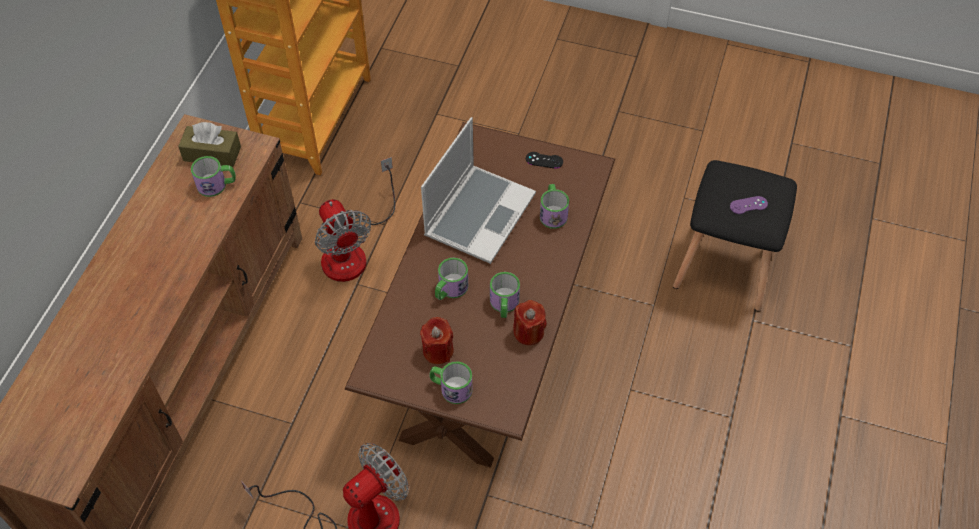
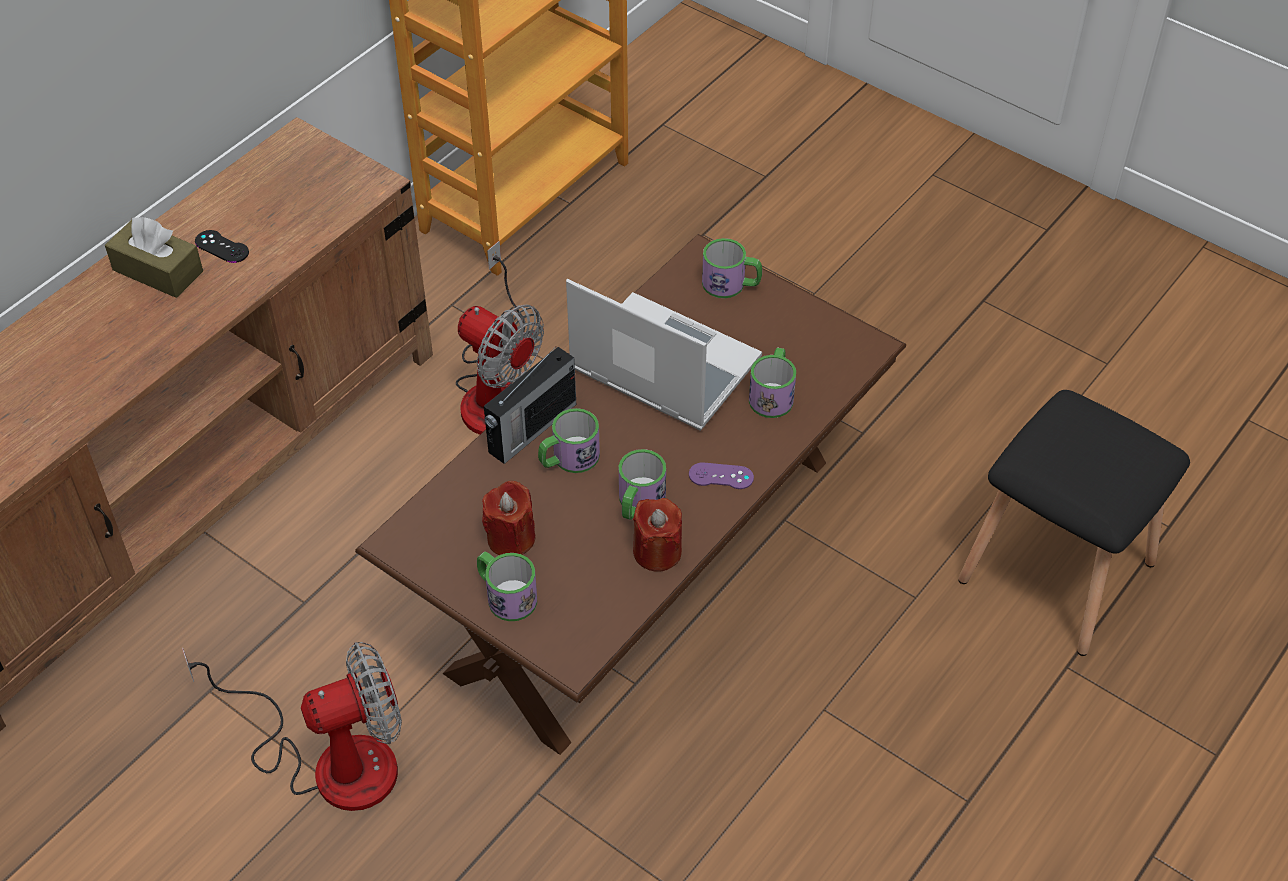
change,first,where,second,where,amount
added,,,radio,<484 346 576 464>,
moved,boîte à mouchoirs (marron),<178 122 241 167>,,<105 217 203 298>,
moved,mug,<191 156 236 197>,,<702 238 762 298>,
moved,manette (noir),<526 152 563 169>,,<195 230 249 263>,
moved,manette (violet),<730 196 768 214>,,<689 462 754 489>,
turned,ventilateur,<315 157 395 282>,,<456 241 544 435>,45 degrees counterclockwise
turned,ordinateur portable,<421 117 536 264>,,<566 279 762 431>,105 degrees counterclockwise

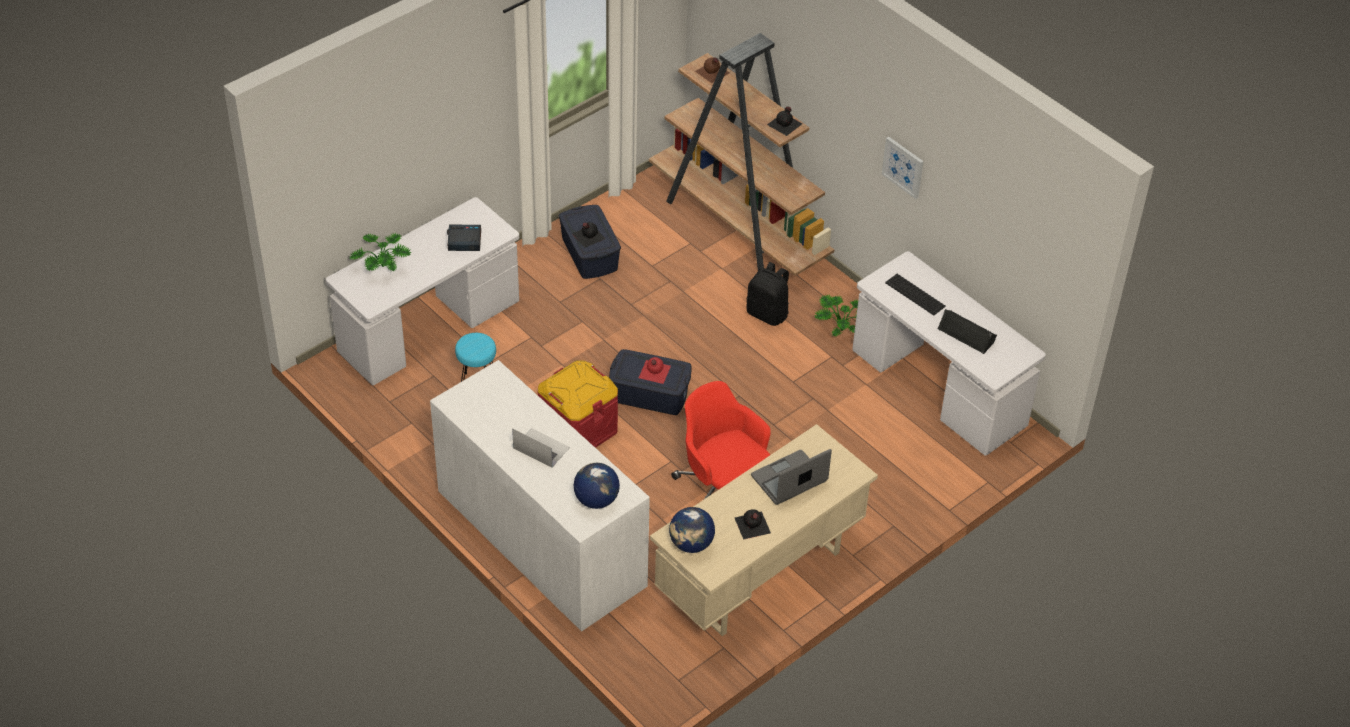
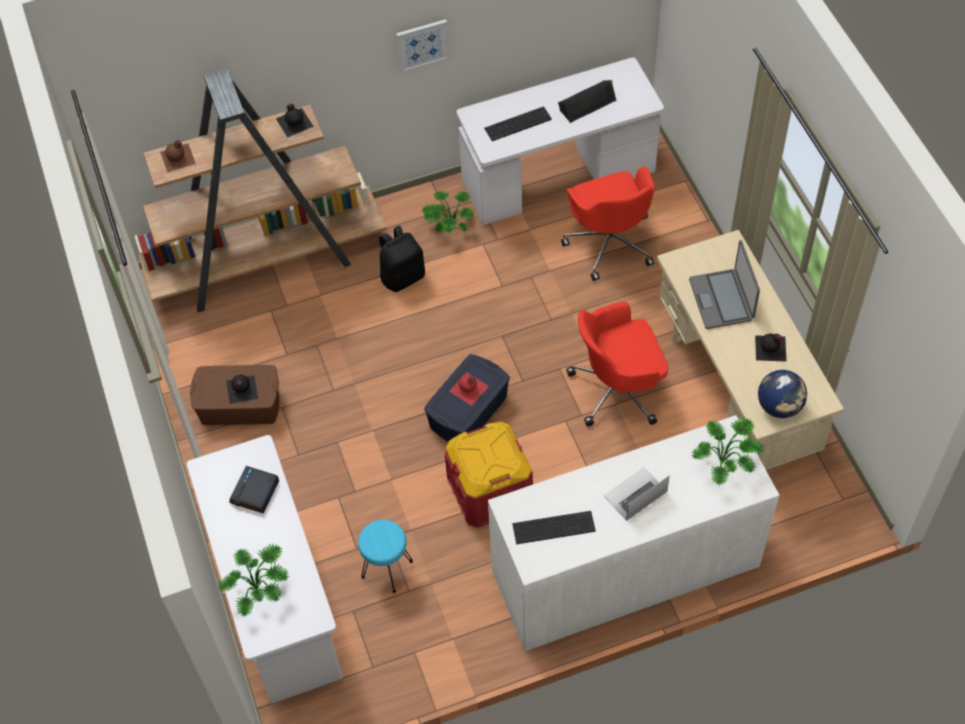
change,first,where,second,where,amount
added,,,clavier,<512 511 596 544>,
added,,,chaise de bureau (rouge),<561 166 655 281>,
replaced,globe,<574 463 620 509>,plante en pot,<692 417 764 486>,
recoloured,boîte de rangement (bleu),<559 205 621 279>,boîte de rangement (marron),<190 365 279 425>,

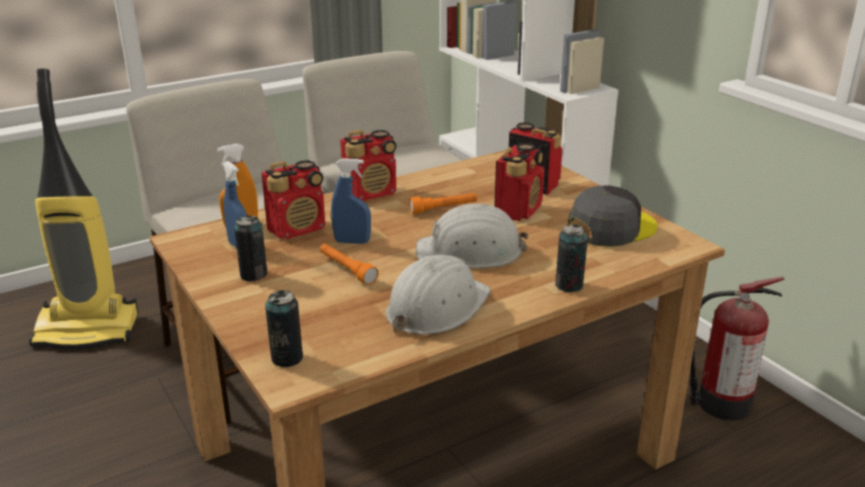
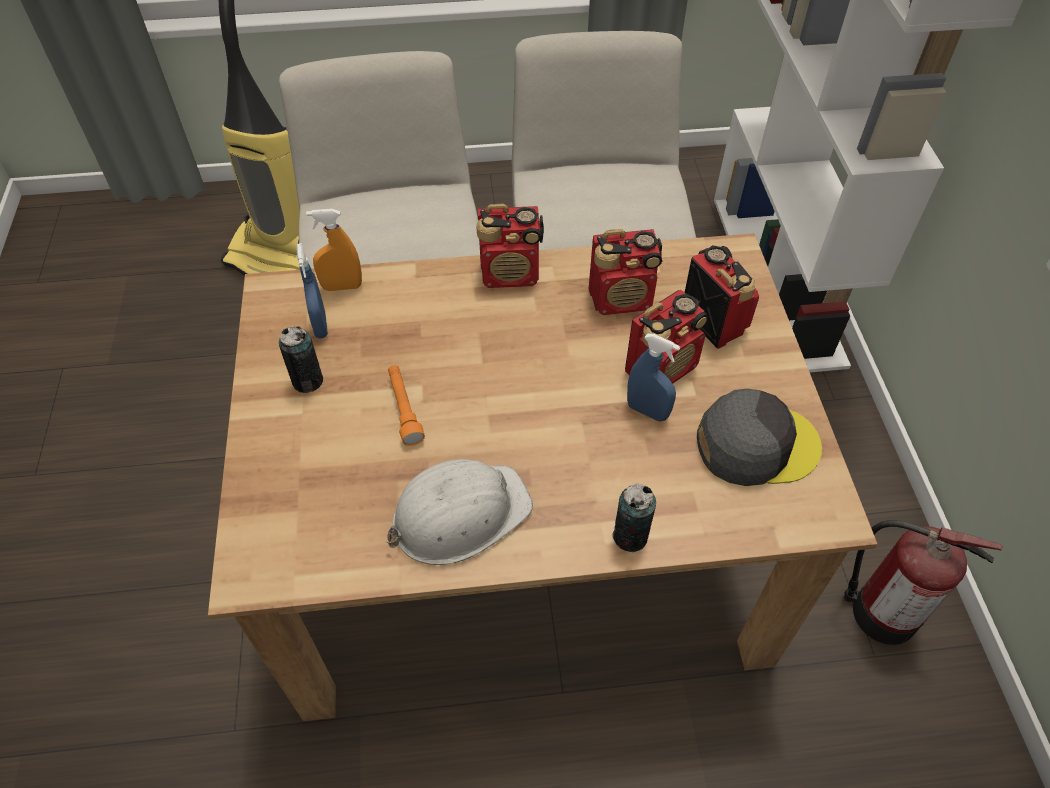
change,first,where,second,where,amount
removed,boîte métallique,<265 290 303 367>,,,
removed,lampe de poche (orange),<409 193 477 214>,,,
removed,casque de chantier (blanc),<416 203 529 268>,,,
moved,radio,<262 160 325 239>,,<589 229 662 315>,
moved,vaporisateur (bleu),<331 158 371 244>,,<627 334 680 422>,

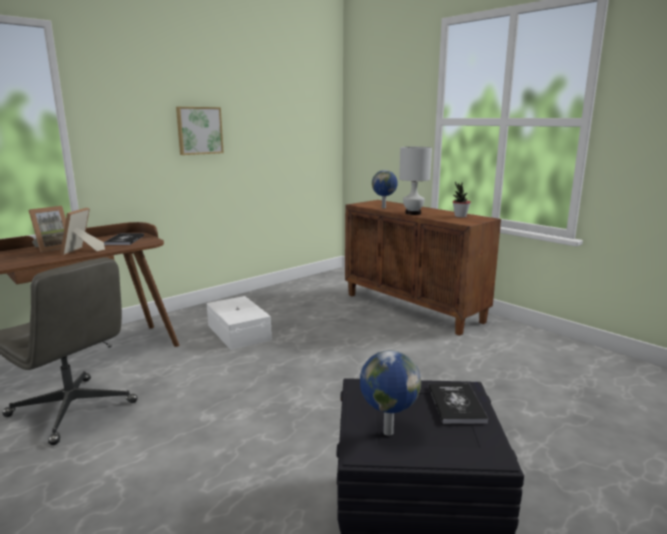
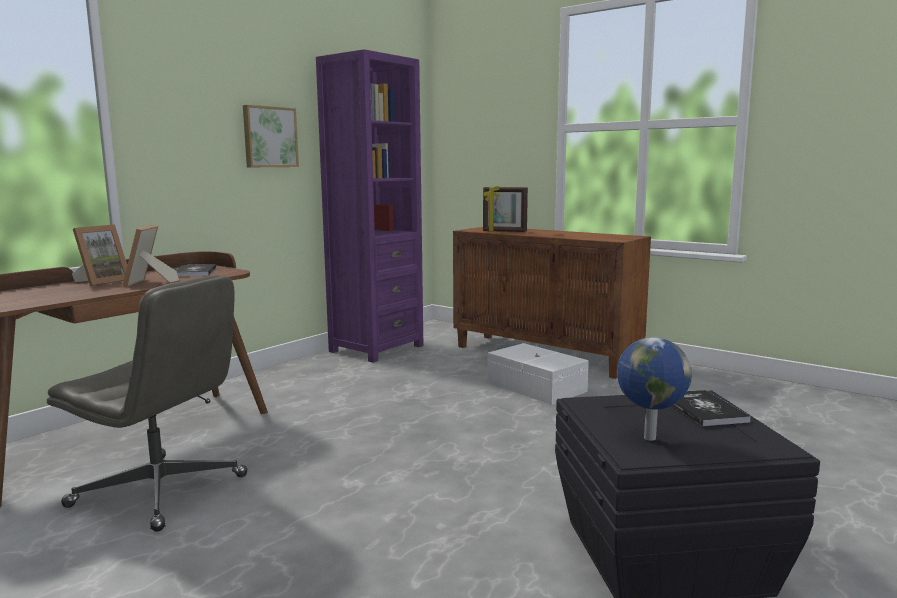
change,first,where,second,where,amount
removed,lampe de table (blanc),<399 147 432 215>,,,
removed,plante en pot,<453 182 471 218>,,,
added,,,bibliothèque (violet),<316 49 423 363>,
moved,boîte de rangement (blanc),<207 296 272 350>,,<488 343 589 405>,
replaced,globe,<372 170 398 208>,cadre photo,<483 185 528 232>,

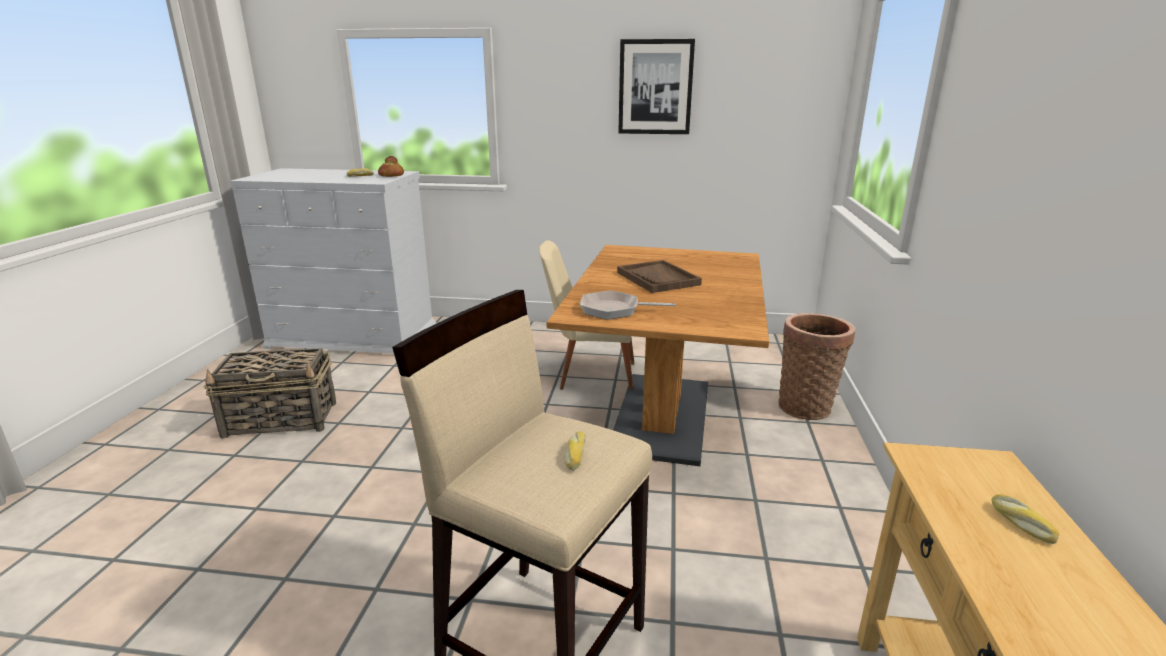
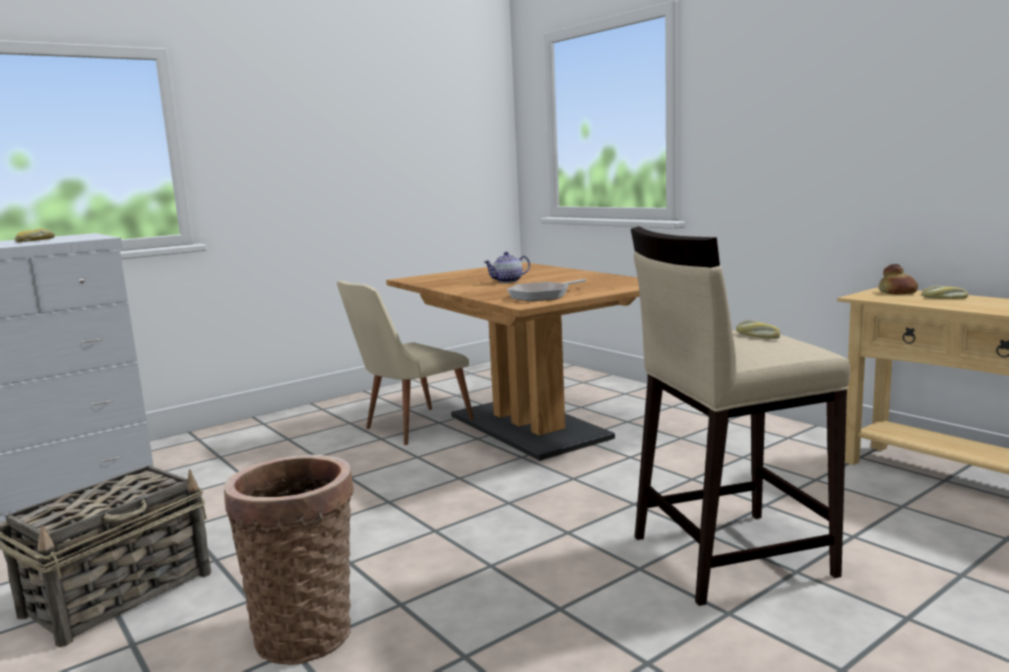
change,first,where,second,where,amount
removed,tableau,<618 39 695 134>,,,
moved,pain,<378 156 404 177>,,<879 264 918 294>,
moved,panier,<778 313 856 420>,,<224 455 354 665>,
replaced,plateau (marron),<617 260 702 293>,théière,<484 252 530 283>,

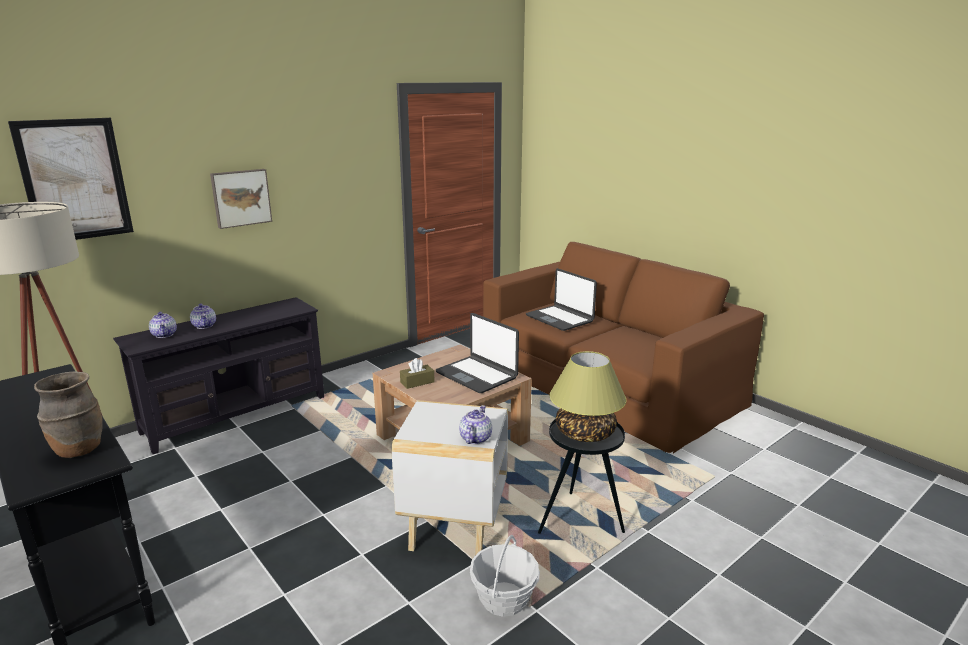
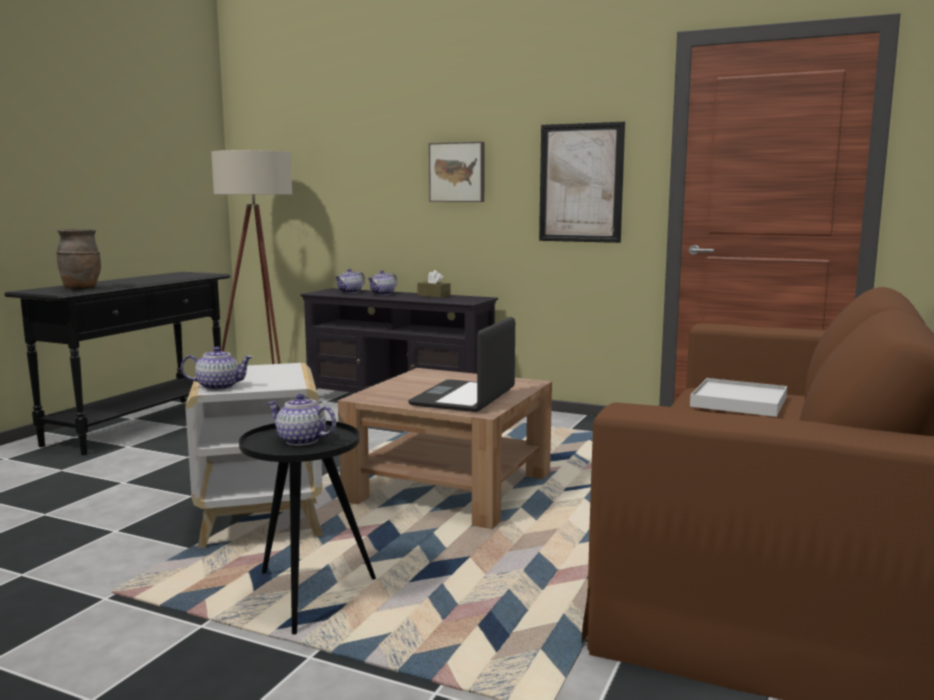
change,first,where,second,where,amount
removed,panier,<470 535 540 617>,,,
moved,tableau,<8 118 134 240>,,<539 122 625 243>,
moved,boîte à mouchoirs (marron),<400 358 435 389>,,<417 270 451 298>,
replaced,ordinateur portable,<526 268 597 331>,plateau (blanc),<690 378 787 417>,
replaced,lampe de table,<549 351 627 442>,théière,<268 394 336 446>,

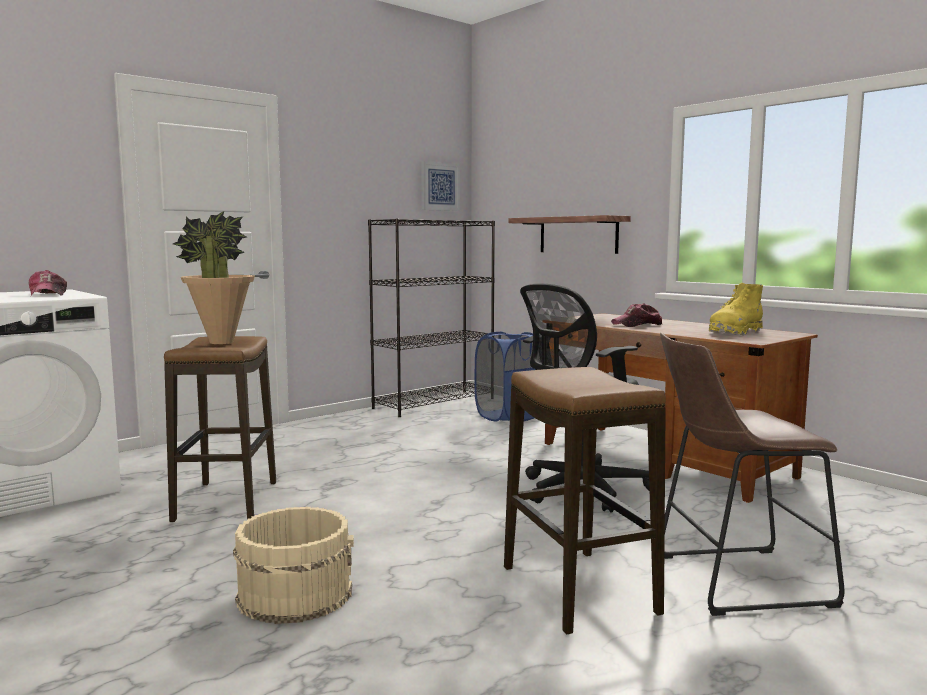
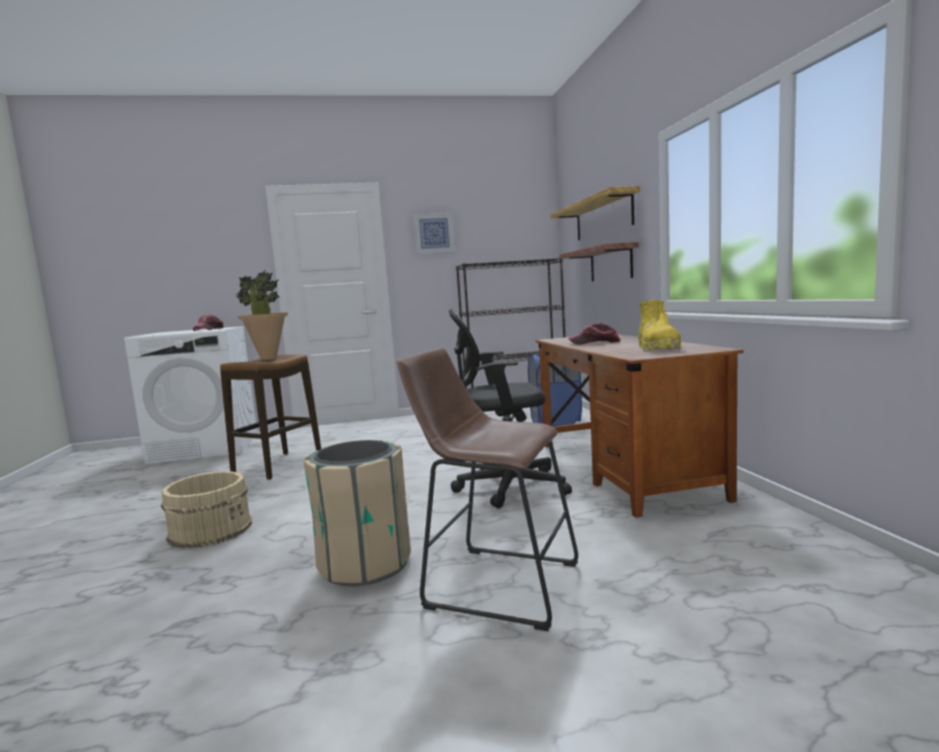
change,first,where,second,where,amount
added,,,étagère,<550 186 640 240>,
moved,tableau,<421 161 460 211>,,<413 212 455 254>,
replaced,tabouret,<504 367 666 634>,poubelle (beige),<304 440 411 586>,
turned,botte (jaune),<709 283 763 335>,,<639 299 681 351>,75 degrees counterclockwise

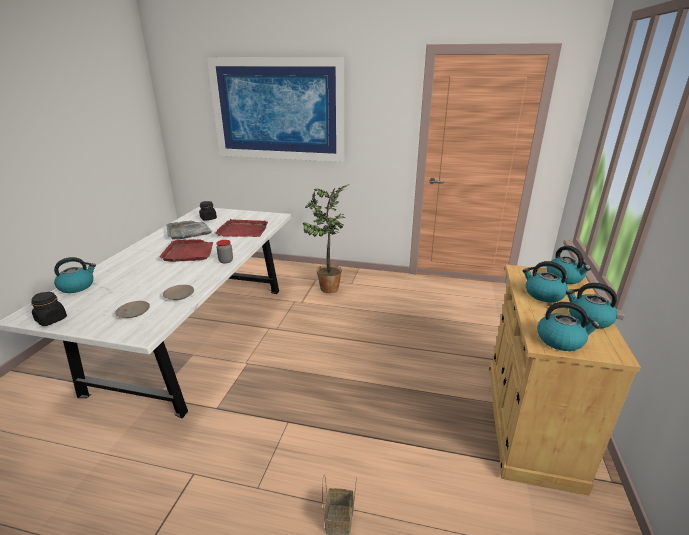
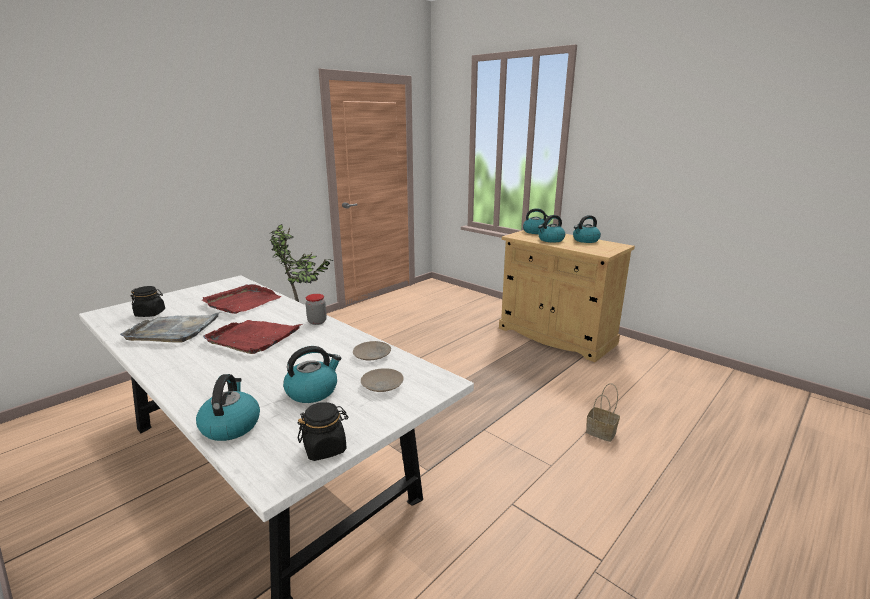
change,first,where,second,where,amount
removed,tableau,<207 57 345 162>,,,
moved,bouilloire,<537 302 600 351>,,<283 346 341 403>,

